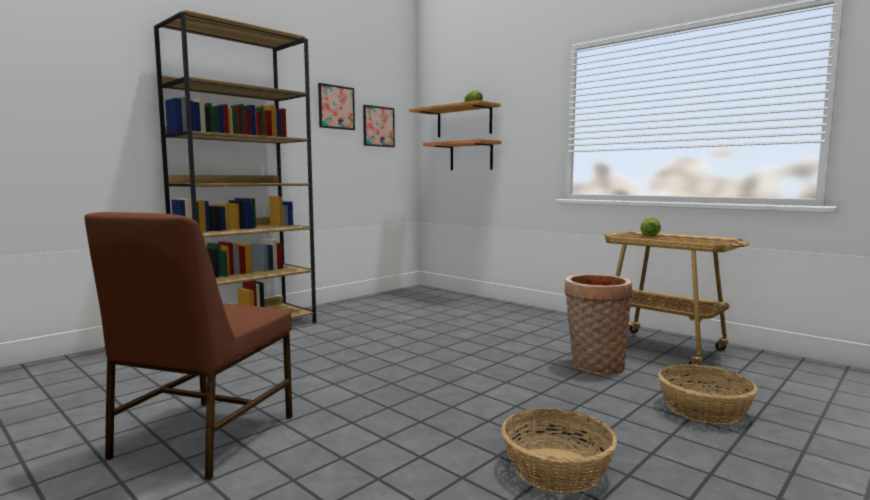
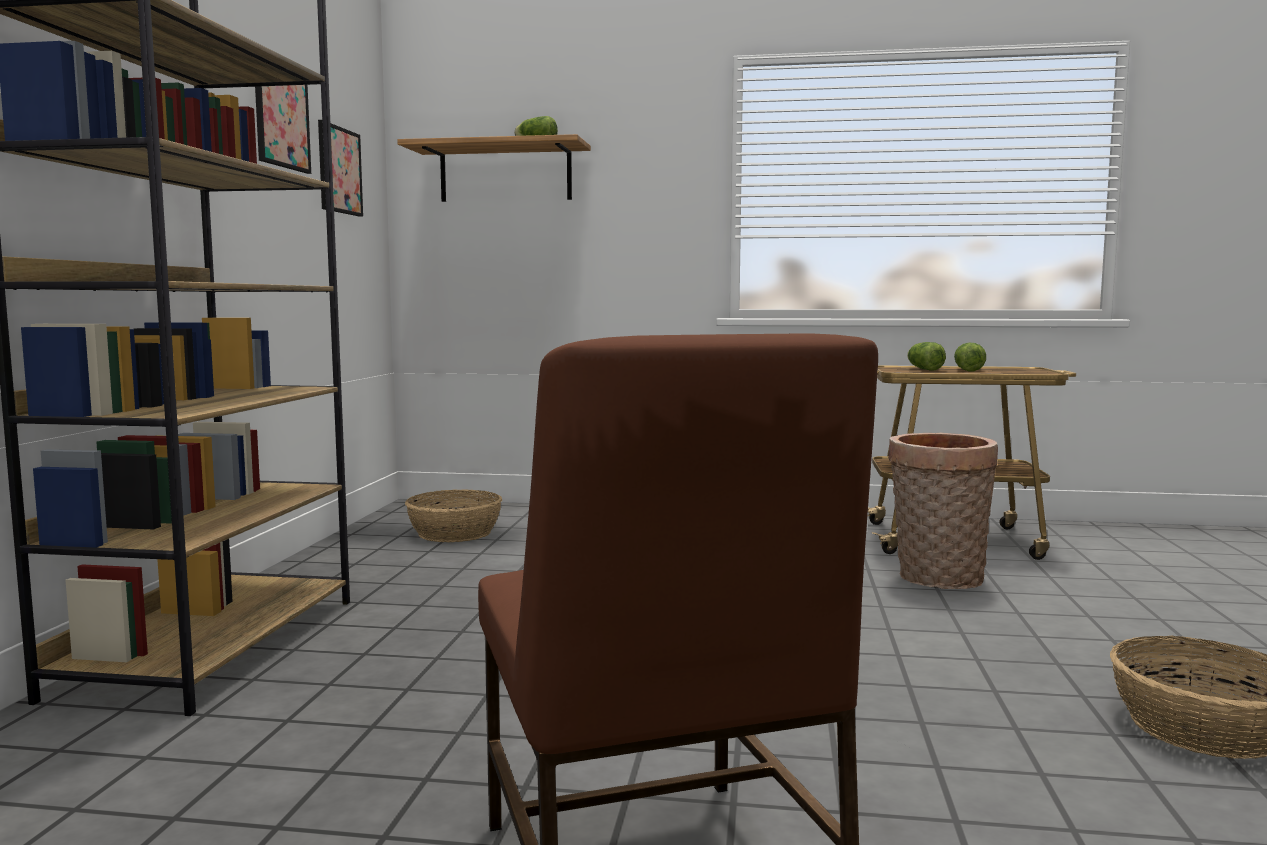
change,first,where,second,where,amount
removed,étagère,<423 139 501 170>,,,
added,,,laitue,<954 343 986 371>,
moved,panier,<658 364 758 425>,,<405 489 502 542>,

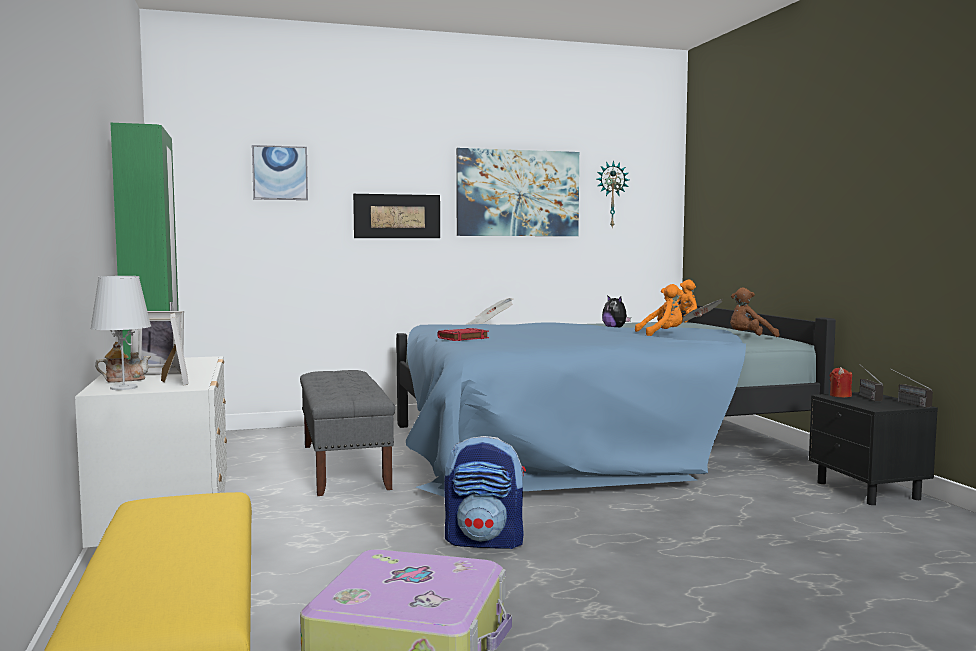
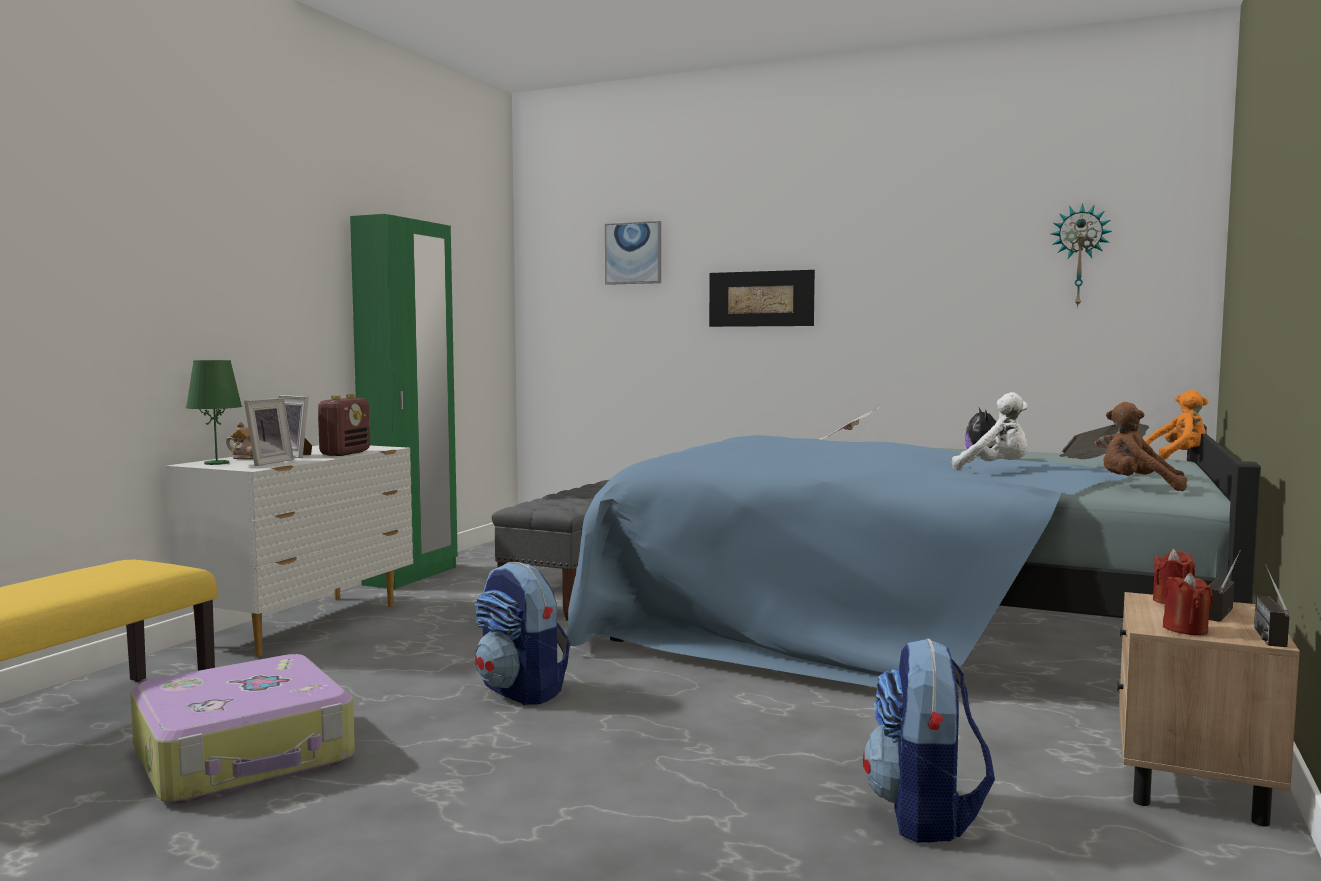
change,first,where,second,where,amount
removed,livre (rouge),<437 328 489 341>,,,
removed,tableau,<456 148 579 236>,,,
added,,,radio,<318 394 370 456>,
added,,,sac à dos,<863 638 995 843>,
added,,,bougie (rouge),<1163 573 1213 635>,
recoloured,lampe de table (blanc),<90 276 151 390>,lampe de table (vert),<186 360 242 465>,
recoloured,peluche (orange),<635 284 684 336>,peluche (blanc),<952 392 1028 470>,
recoloured,table de chevet (noir),<809 392 938 505>,table de chevet (beige),<1117 592 1300 827>,

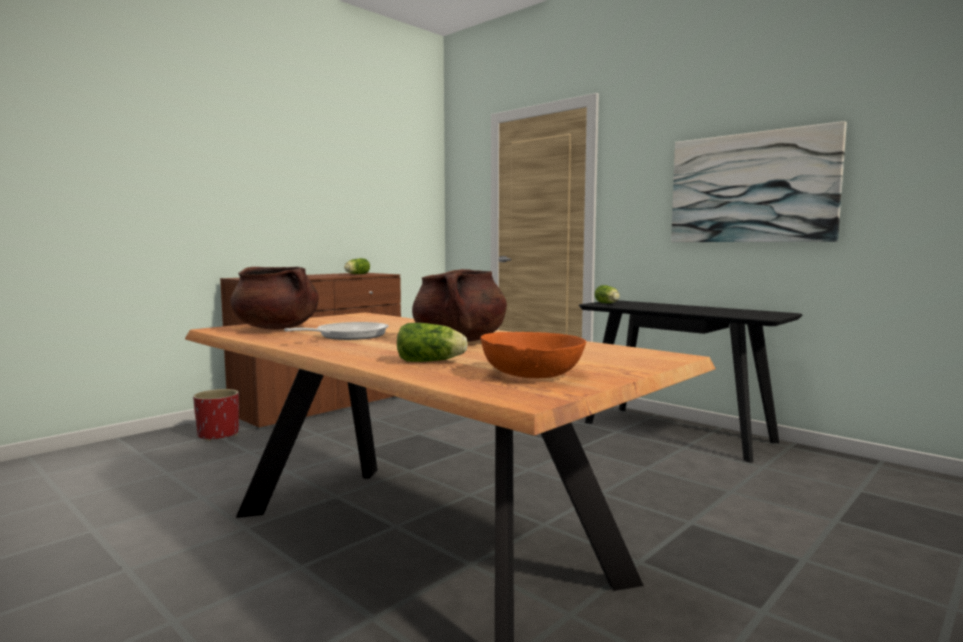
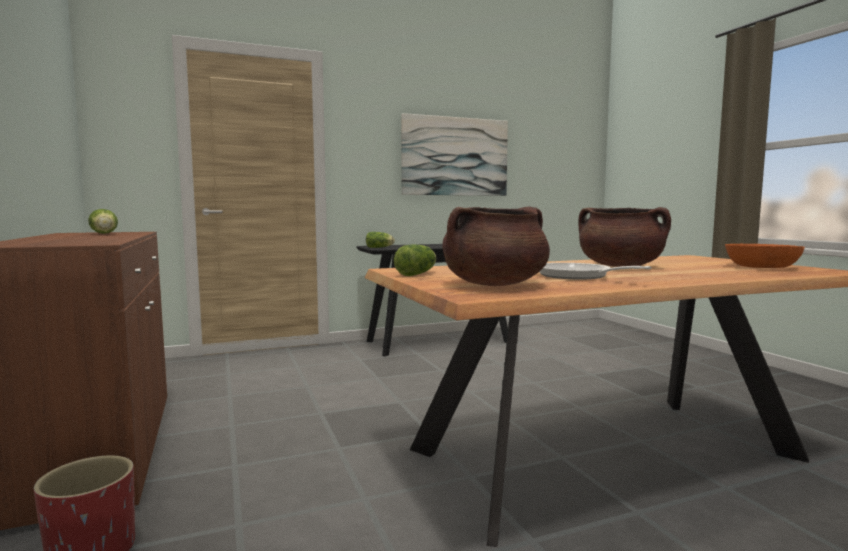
change,first,where,second,where,amount
moved,laitue,<397 323 468 362>,,<394 244 437 276>,

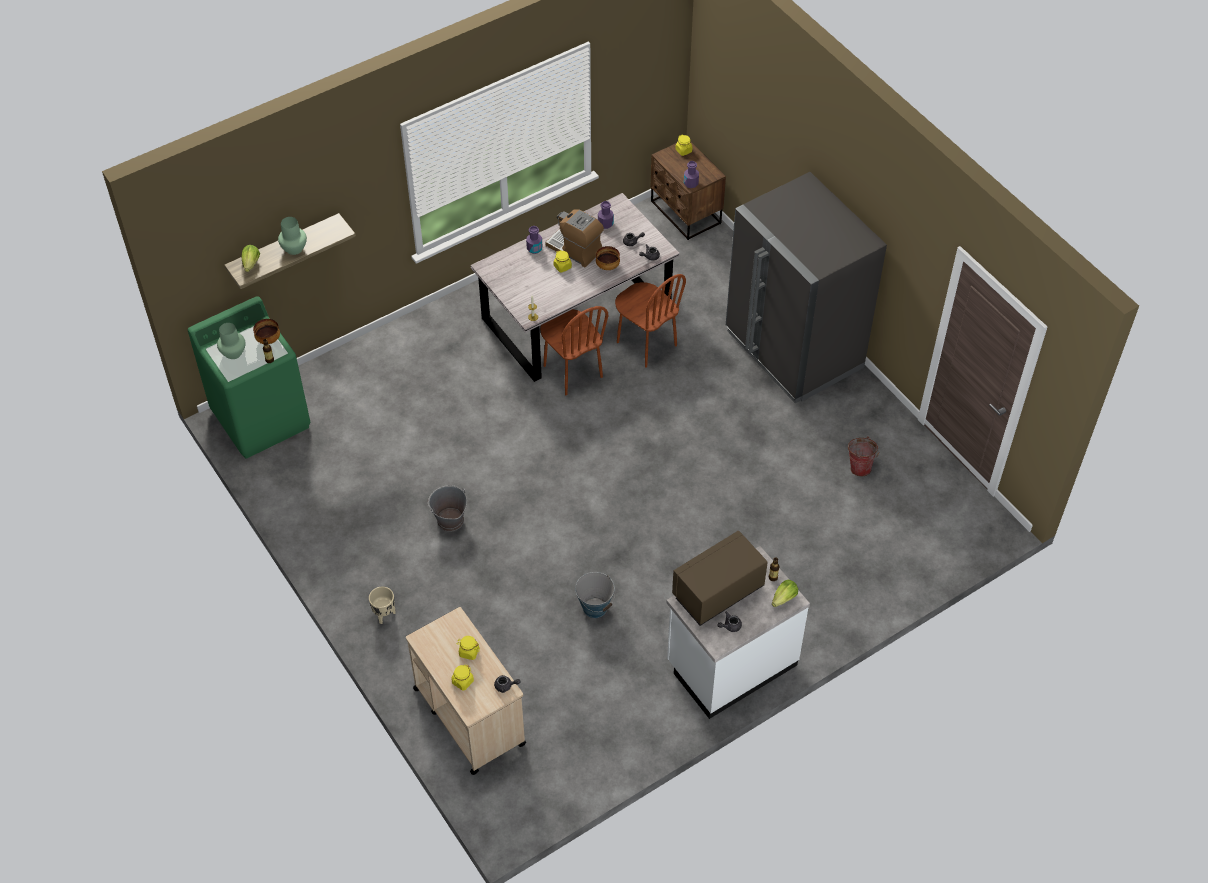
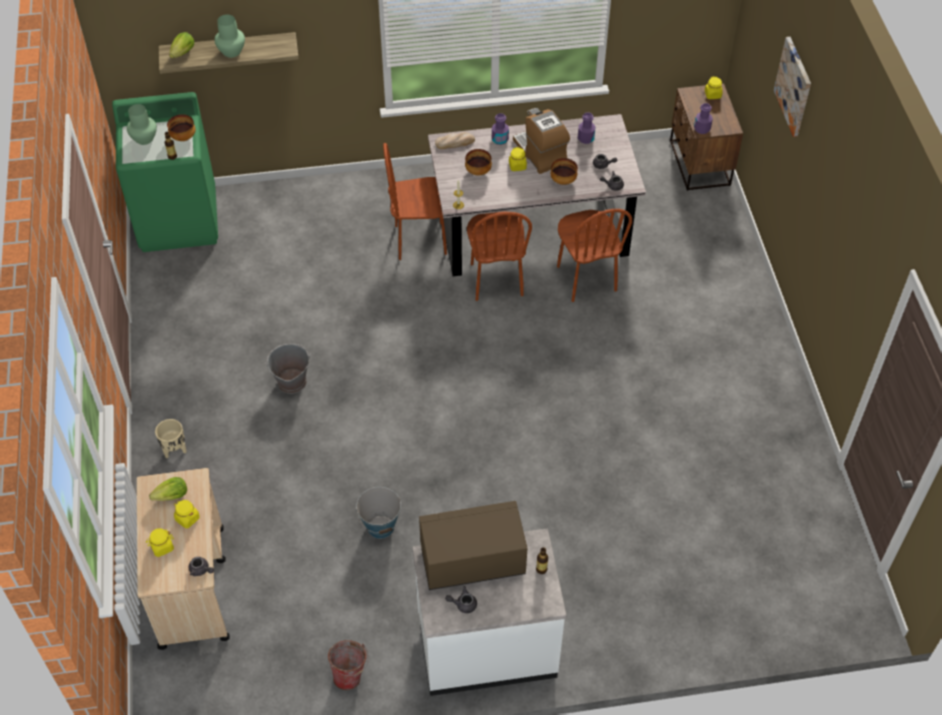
change,first,where,second,where,amount
removed,réfrigérateur (gris),<726 172 887 403>,,,
added,,,chaise (marron),<383 143 447 260>,
added,,,pain,<435 132 475 149>,
added,,,bol,<465 149 492 176>,
added,,,tableau,<774 37 811 137>,
moved,laitue,<772 580 798 607>,,<149 477 187 501>,
moved,seau,<848 436 879 476>,,<328 640 369 690>,

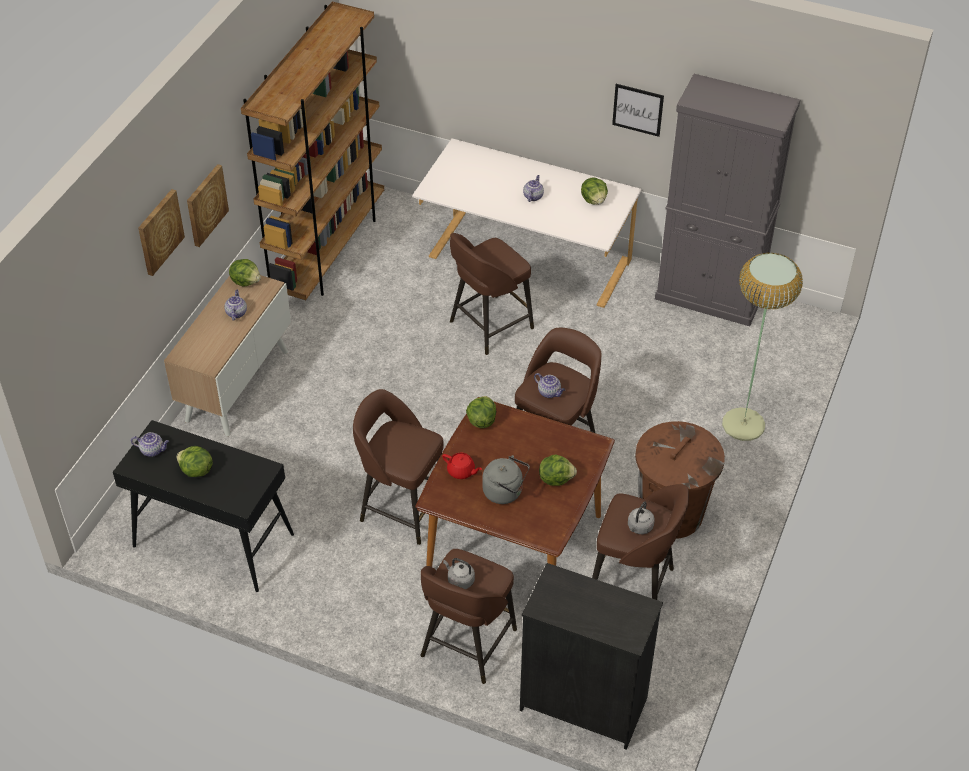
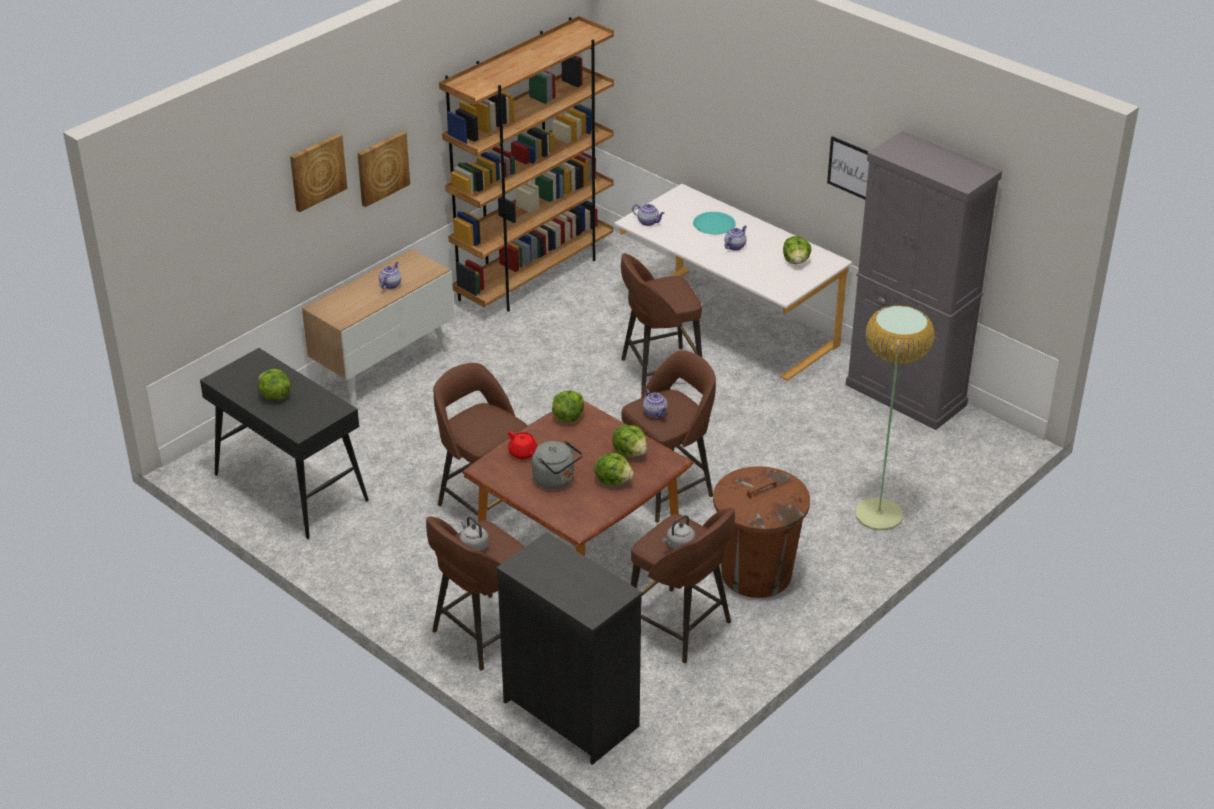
change,first,where,second,where,amount
added,,,assiette (turquoise),<693 212 736 234>,
moved,théière,<131 432 169 457>,,<632 204 664 226>,
moved,laitue,<229 259 261 287>,,<612 425 647 457>,

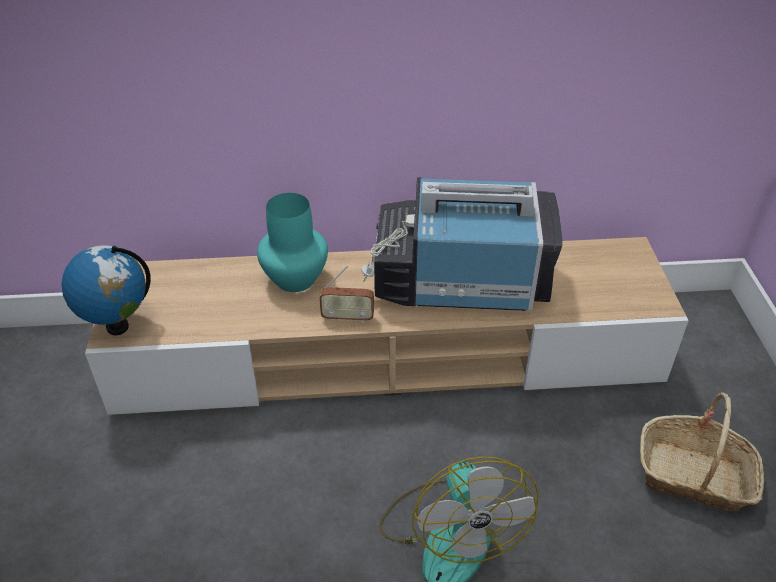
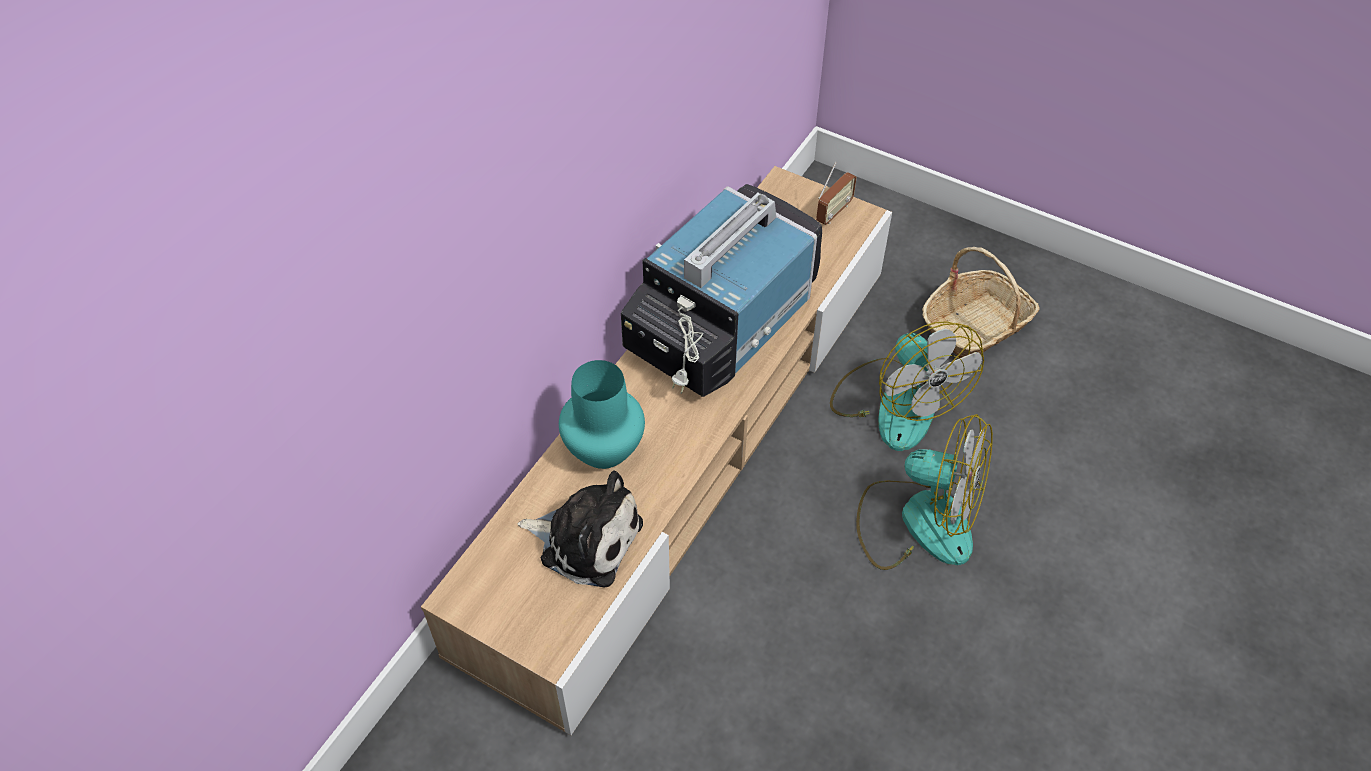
change,first,where,second,where,amount
removed,globe,<62 245 151 336>,,,
added,,,peluche,<518 470 643 588>,
added,,,ventilateur,<830 321 984 451>,
moved,radio,<319 265 374 323>,,<816 162 857 225>,

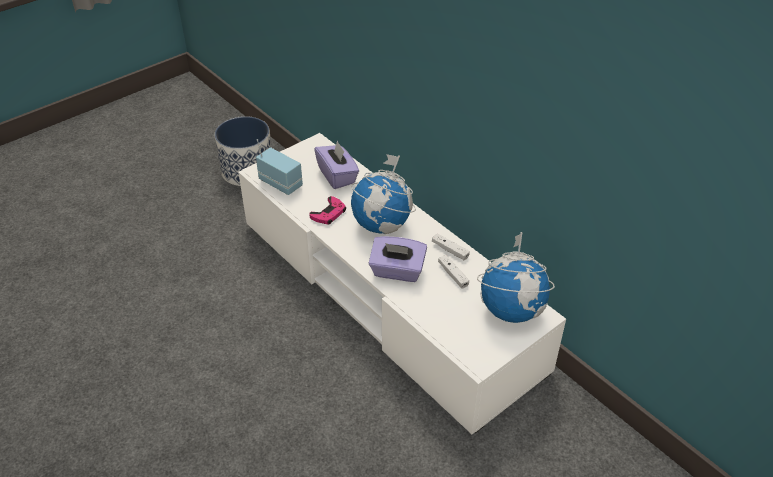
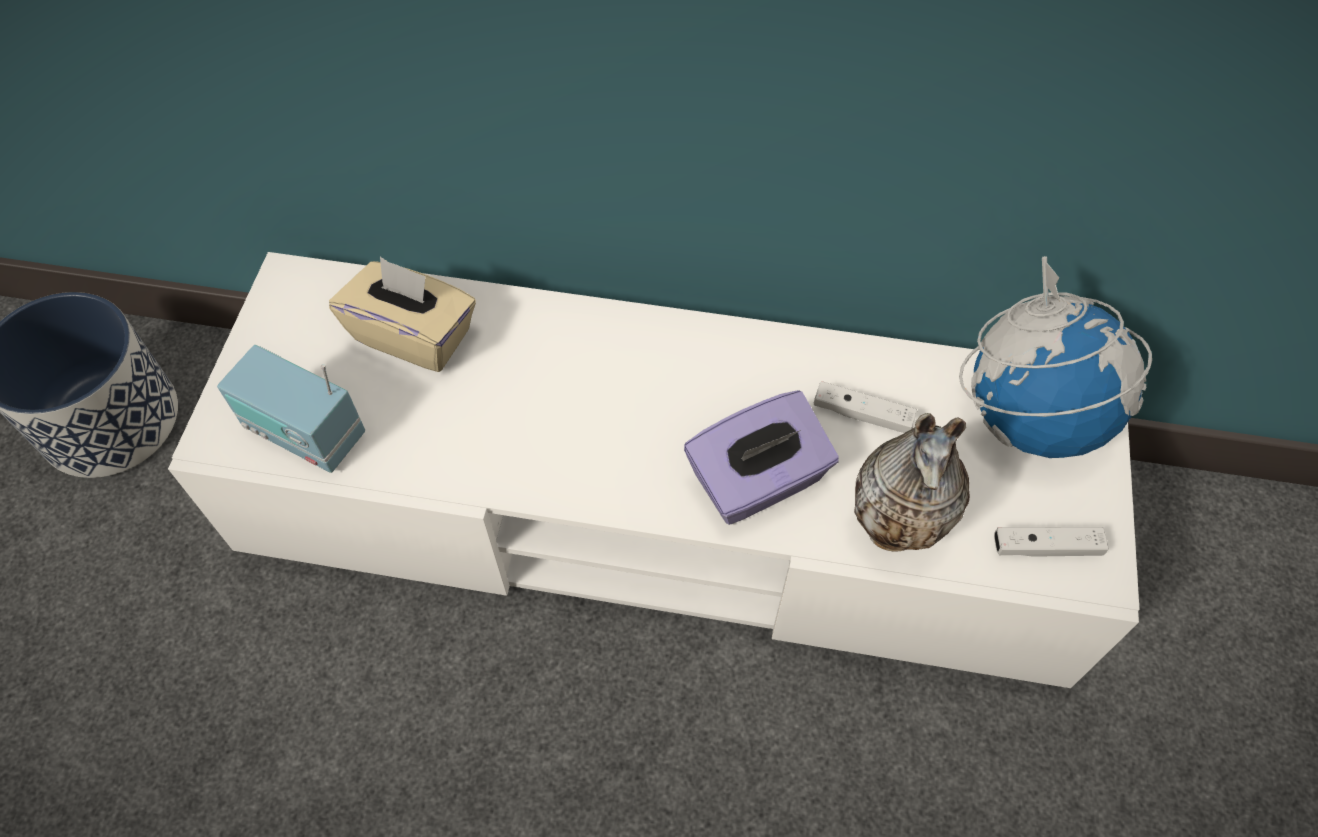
change,first,where,second,where,amount
removed,manette (rose),<309 196 346 224>,,,
removed,globe,<351 154 416 234>,,,
added,,,vase,<854 413 970 552>,
moved,manette (blanc),<432 233 470 261>,,<994 527 1109 557>,
recoloured,boîte à mouchoirs (violet),<314 140 359 189>,boîte à mouchoirs (beige),<329 256 476 372>,
turned,radio,<256 139 303 195>,,<217 345 365 473>,150 degrees counterclockwise

